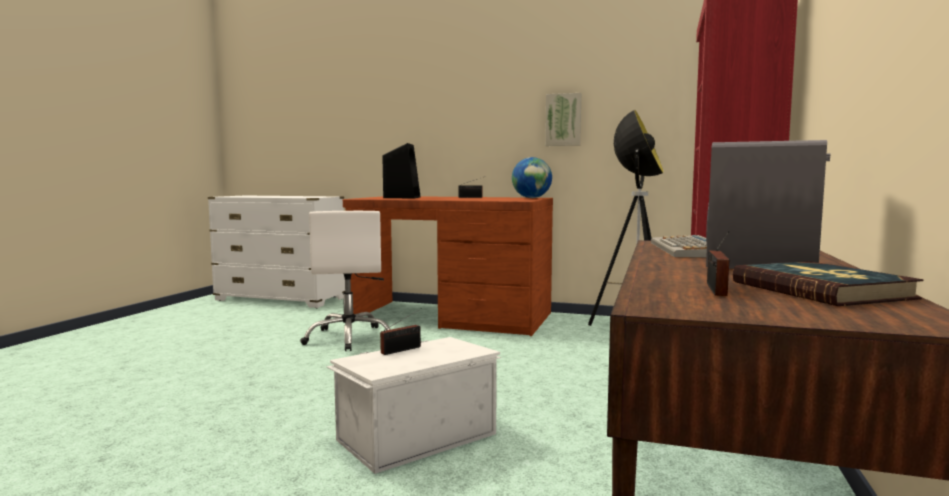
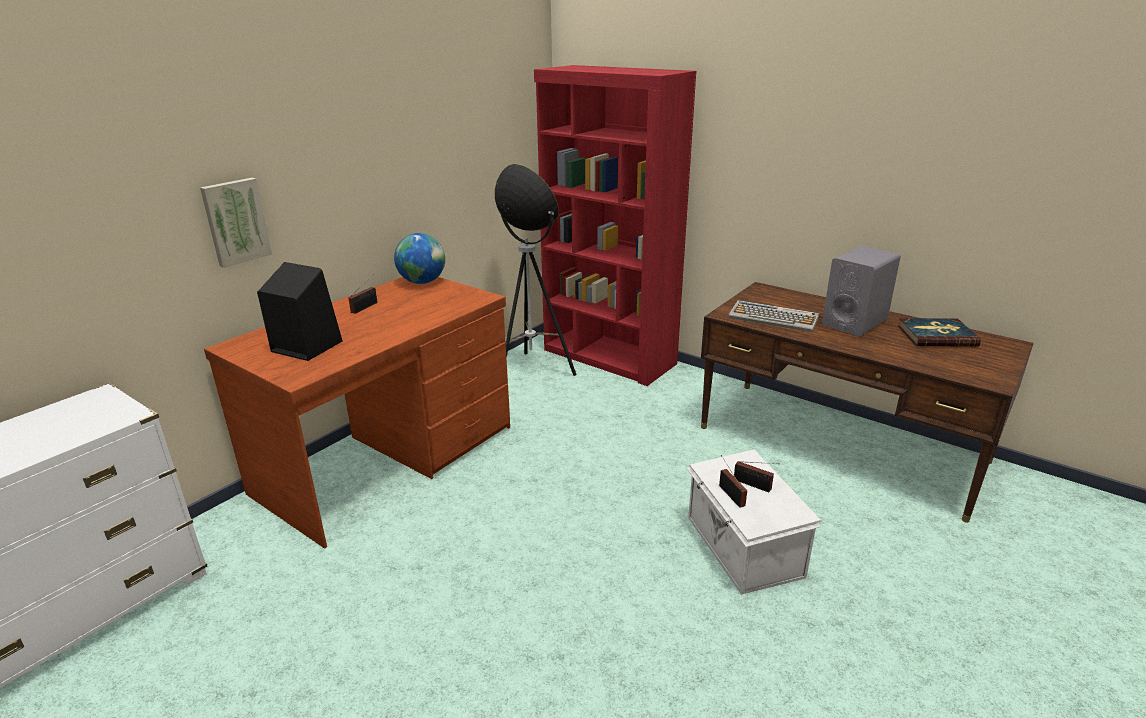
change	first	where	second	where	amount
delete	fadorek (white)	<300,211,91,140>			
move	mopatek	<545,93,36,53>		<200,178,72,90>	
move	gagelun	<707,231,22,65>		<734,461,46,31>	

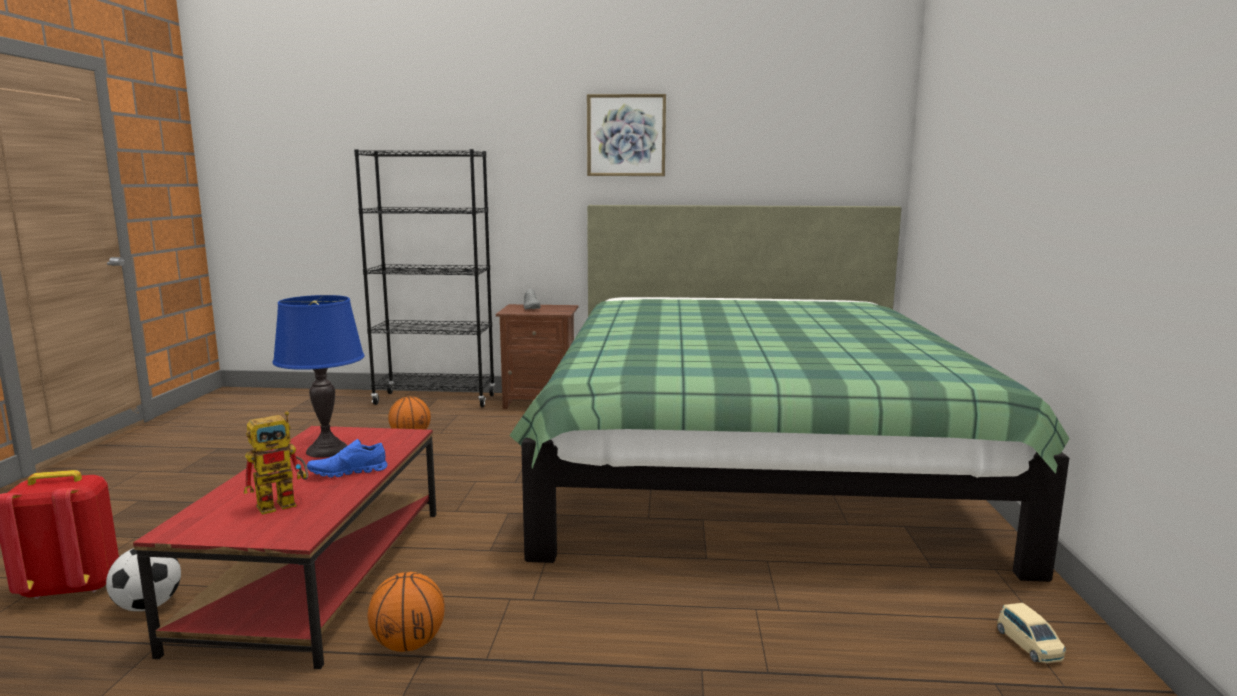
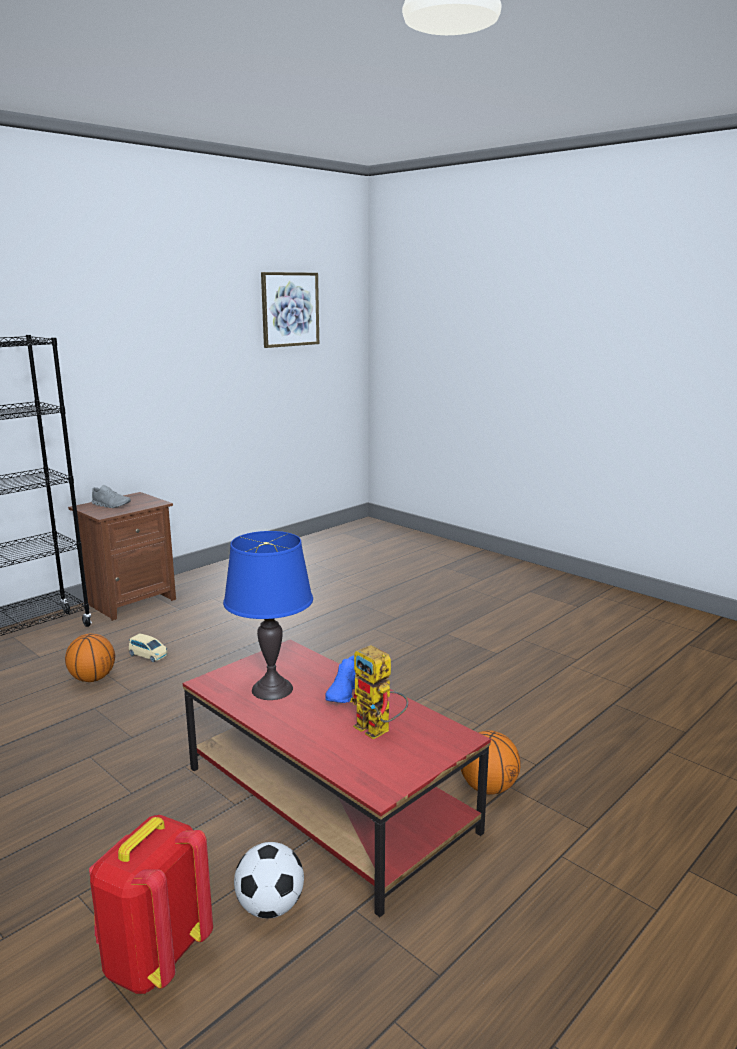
change	first	where	second	where	amount
rotate	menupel	<244,411,64,104>		<350,645,59,94>	135 degrees clockwise
delete	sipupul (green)	<509,205,561,377>			
move	mopatek	<587,94,79,82>		<261,272,58,76>	
move	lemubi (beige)	<997,603,69,60>		<129,633,39,29>	

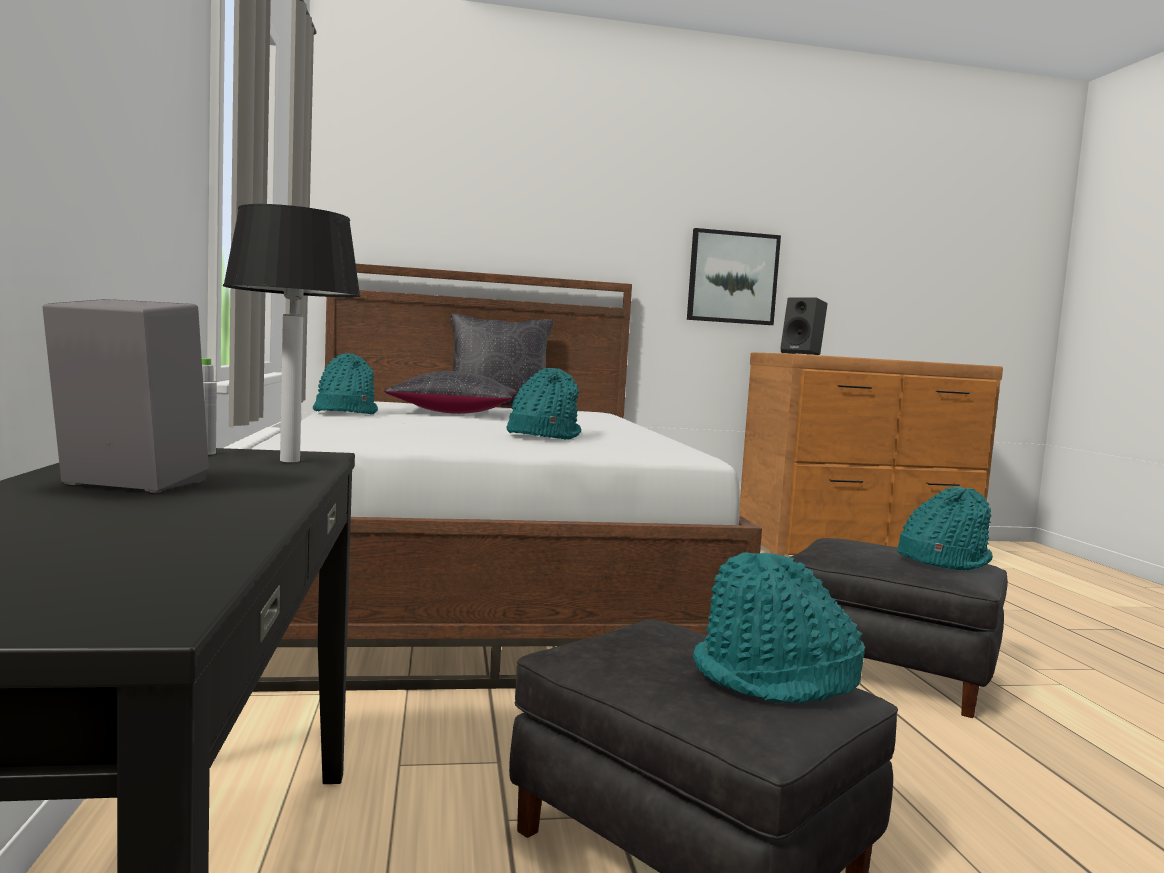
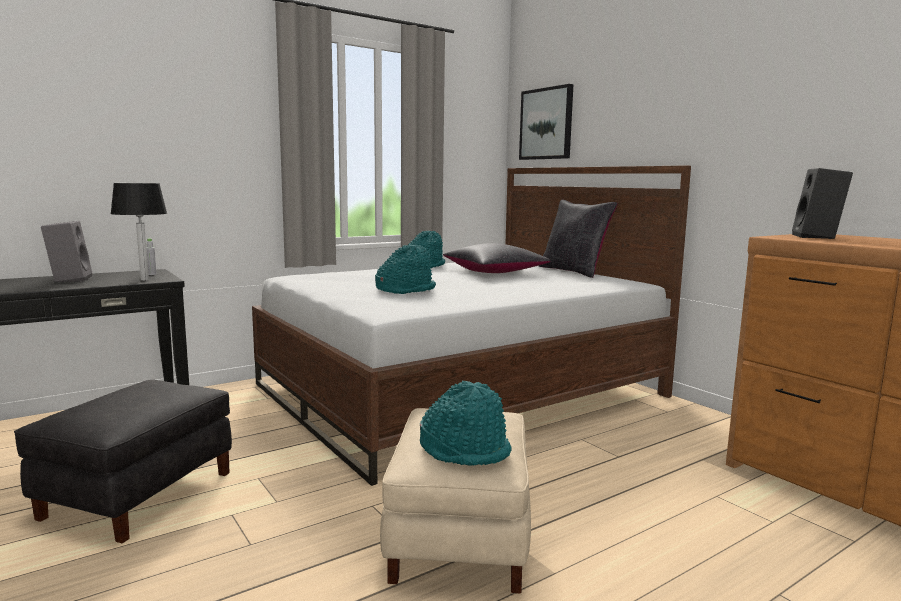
change	first	where	second	where	amount
move	mopatek	<687,228,94,97>		<519,84,55,76>	
delete	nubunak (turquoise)	<693,552,172,151>			
recolor	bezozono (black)	<789,538,219,180>	bezozono (beige)	<380,408,151,185>	

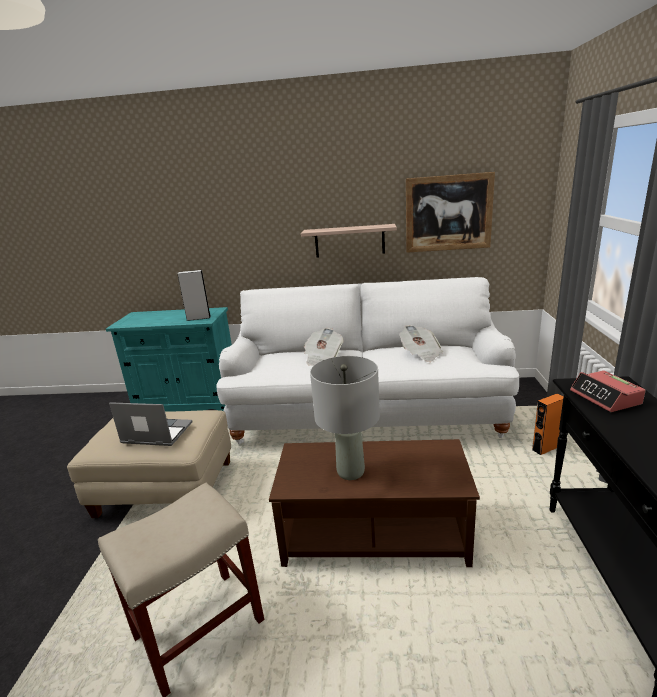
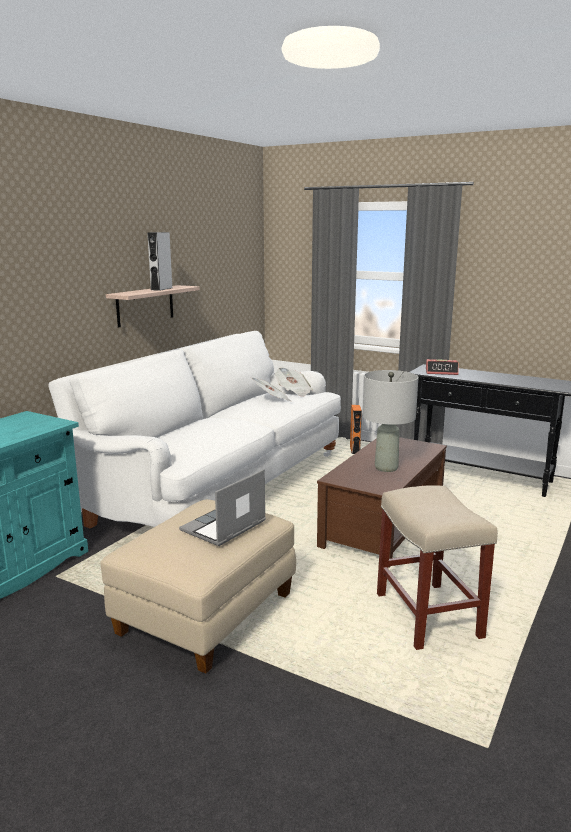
change	first	where	second	where	amount
move	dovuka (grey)	<178,270,33,51>		<147,232,25,59>	
move	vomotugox	<304,328,40,38>		<274,367,39,30>	
delete	mopatek	<406,172,89,81>			

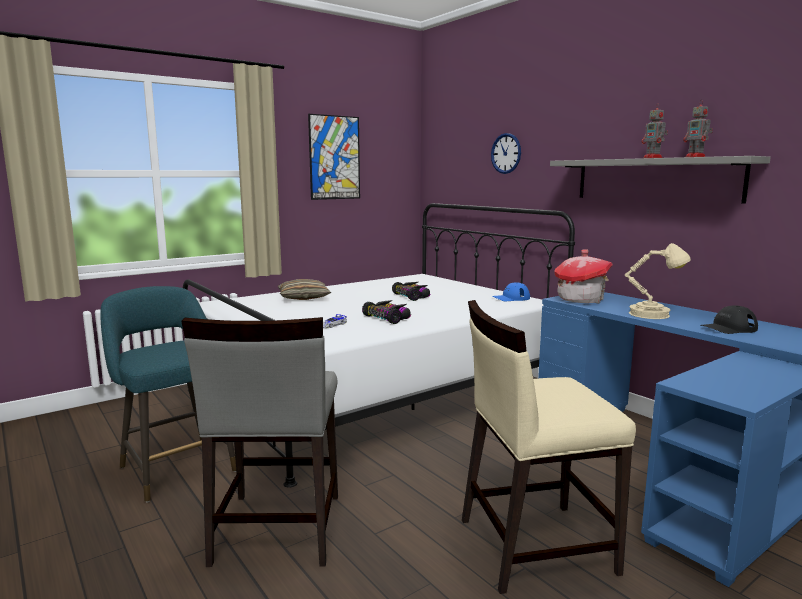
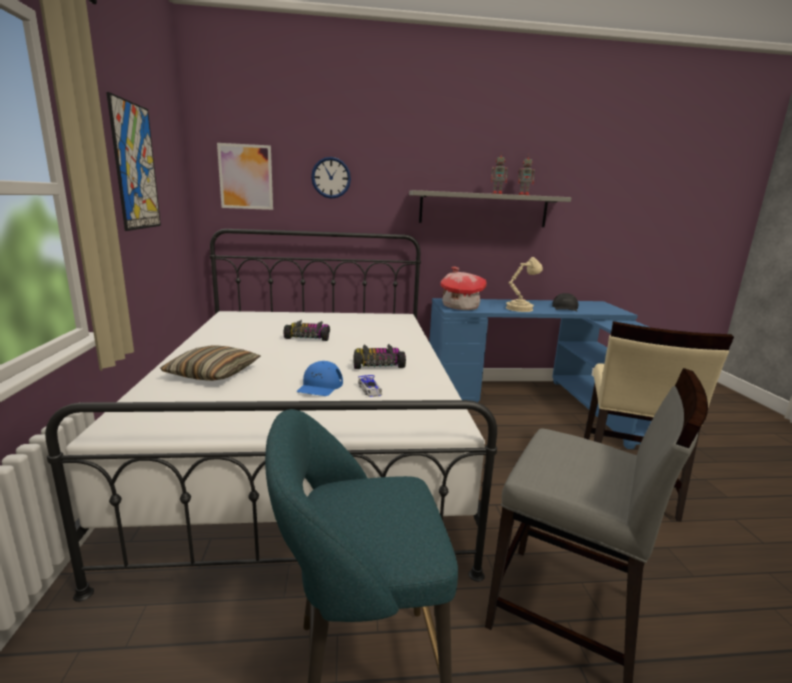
change	first	where	second	where	amount
move	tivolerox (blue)	<492,282,38,19>		<297,361,46,35>	
insert			mopatek	<217,143,56,67>	

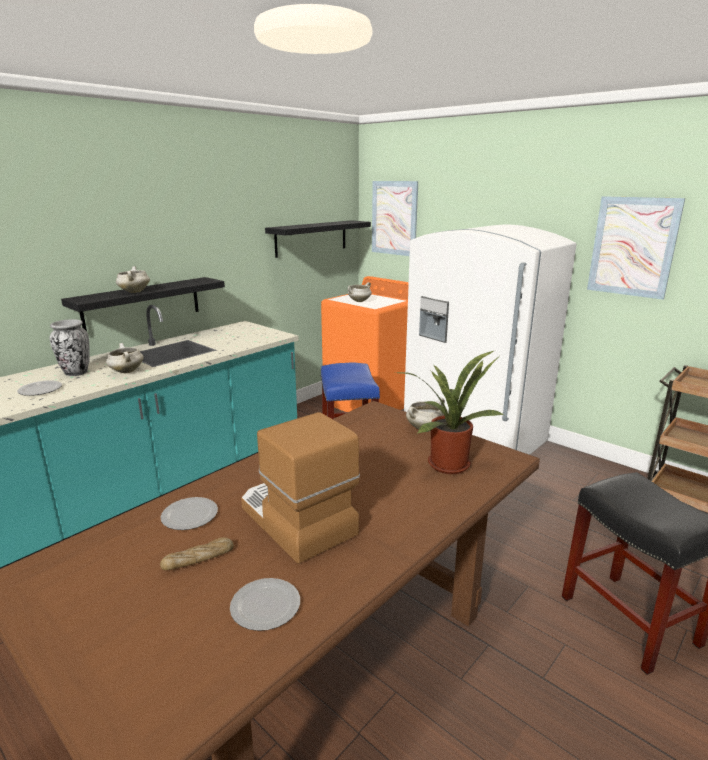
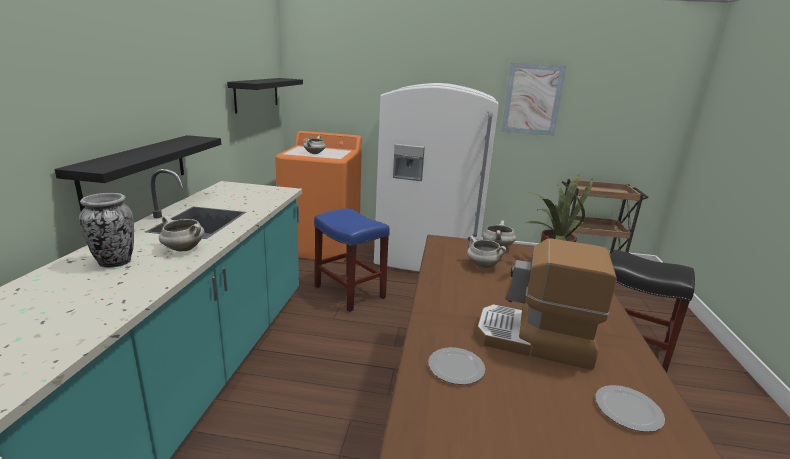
change	first	where	second	where	amount
delete	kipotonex	<17,380,45,16>			
move	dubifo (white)	<116,266,34,27>		<467,236,40,32>	
delete	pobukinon	<160,537,74,33>			
delete	mopatek	<372,181,46,75>			

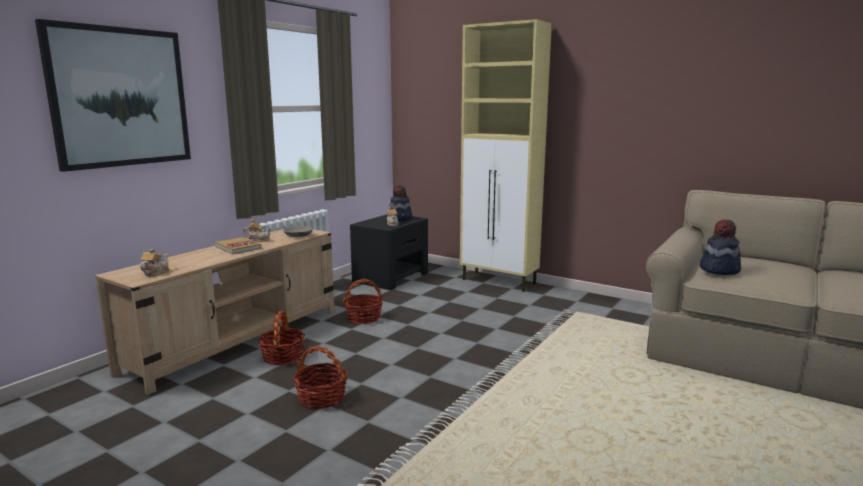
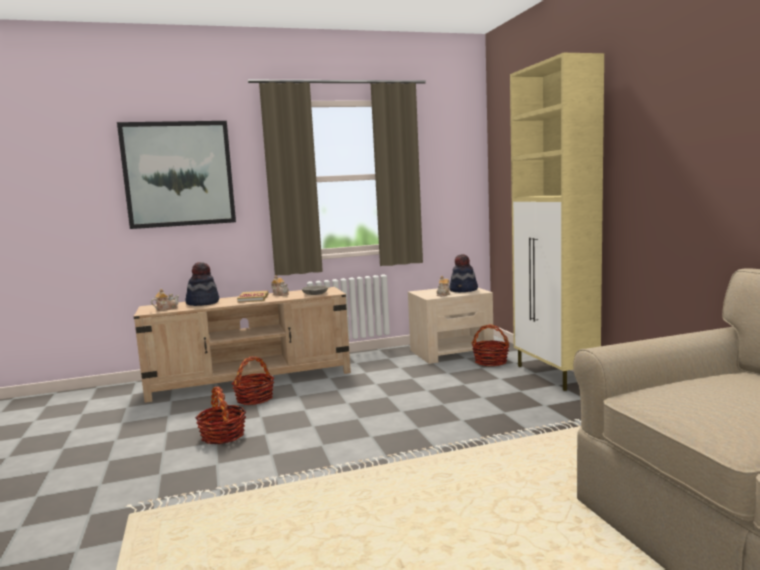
change	first	where	second	where	amount
move	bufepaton	<343,279,40,45>		<472,324,38,43>	
recolor	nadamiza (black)	<350,215,78,75>	nadamiza (beige)	<408,287,86,77>	
move	nubunak	<700,220,41,55>		<186,262,33,44>	

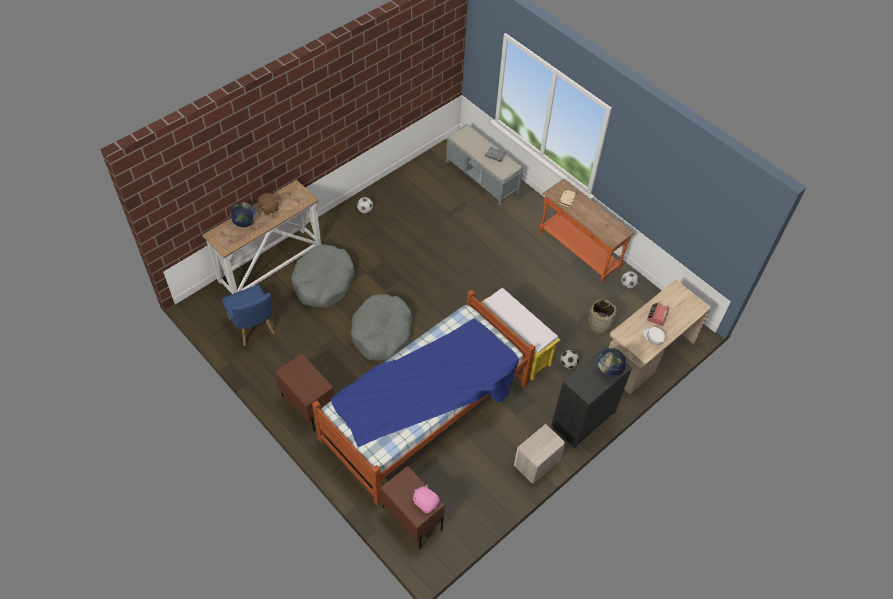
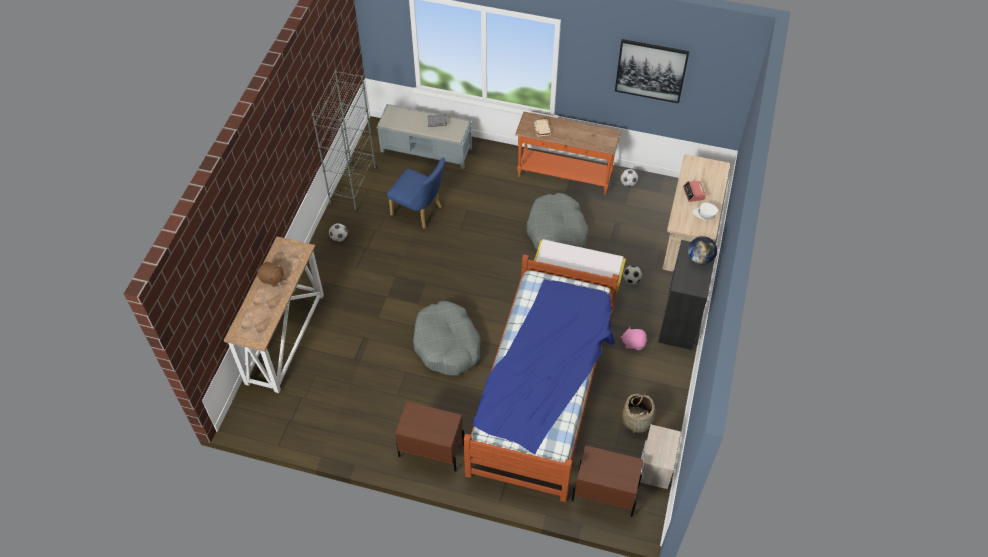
change	first	where	second	where	amount
move	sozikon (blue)	<222,285,53,61>		<387,158,58,71>	
delete	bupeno	<230,202,26,25>			
move	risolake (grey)	<291,244,64,64>		<527,193,62,57>	
move	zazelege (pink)	<413,484,27,29>		<621,326,26,24>	
move	nadamiza	<514,424,52,61>		<640,425,41,65>	
move	bufepaton	<588,299,29,35>		<622,394,33,40>	
insert			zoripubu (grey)	<312,70,65,141>	
insert			mopatek	<615,39,74,64>	

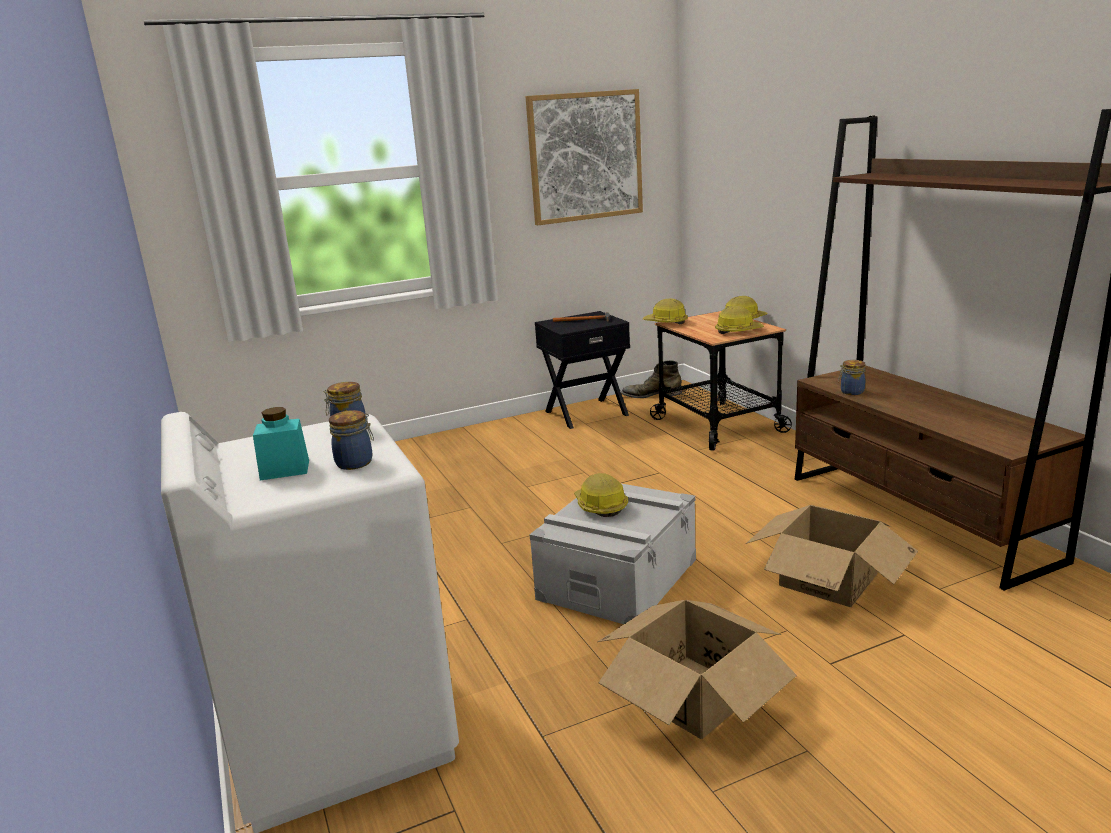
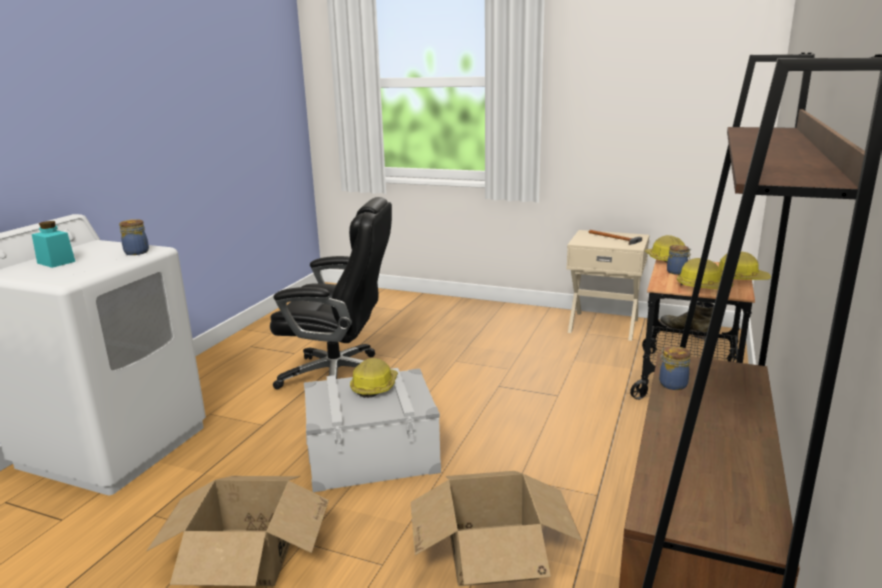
change	first	where	second	where	amount
move	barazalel	<329,410,45,60>		<667,245,24,30>	
delete	mopatek	<526,89,117,136>			
recolor	nadamiza (black)	<535,311,95,118>	nadamiza (beige)	<566,230,83,111>	
insert			fadorek (black)	<270,197,122,193>	

